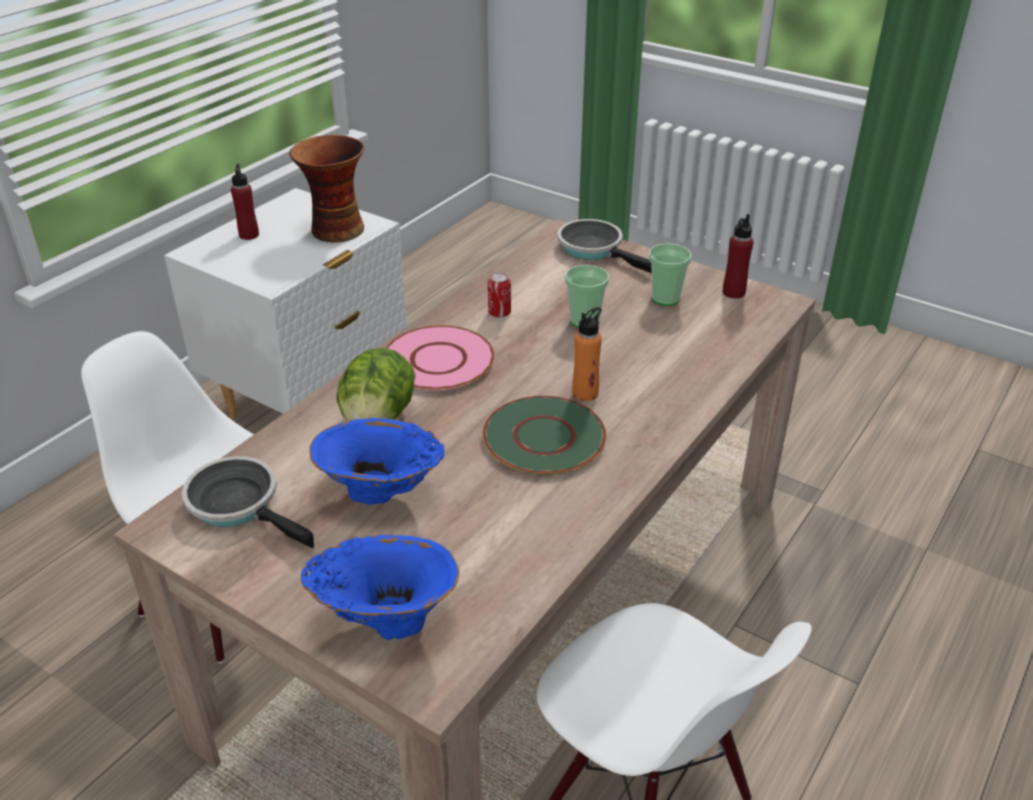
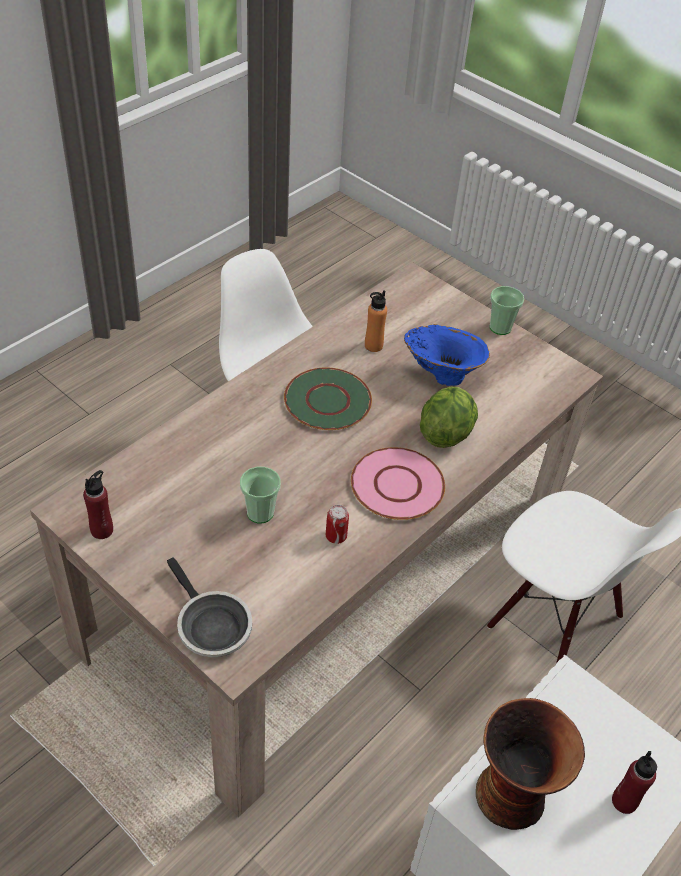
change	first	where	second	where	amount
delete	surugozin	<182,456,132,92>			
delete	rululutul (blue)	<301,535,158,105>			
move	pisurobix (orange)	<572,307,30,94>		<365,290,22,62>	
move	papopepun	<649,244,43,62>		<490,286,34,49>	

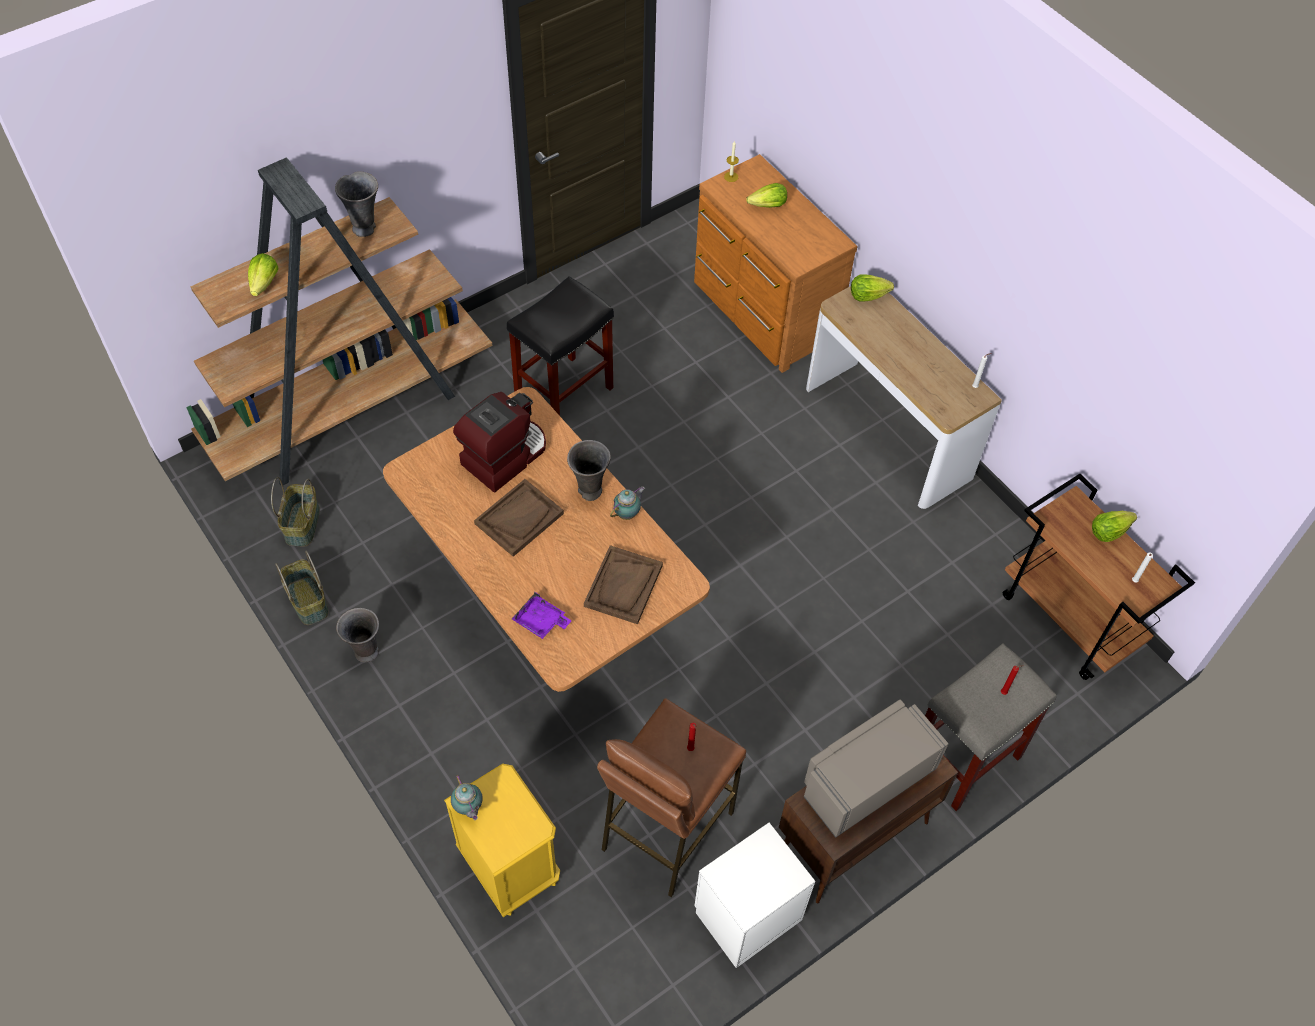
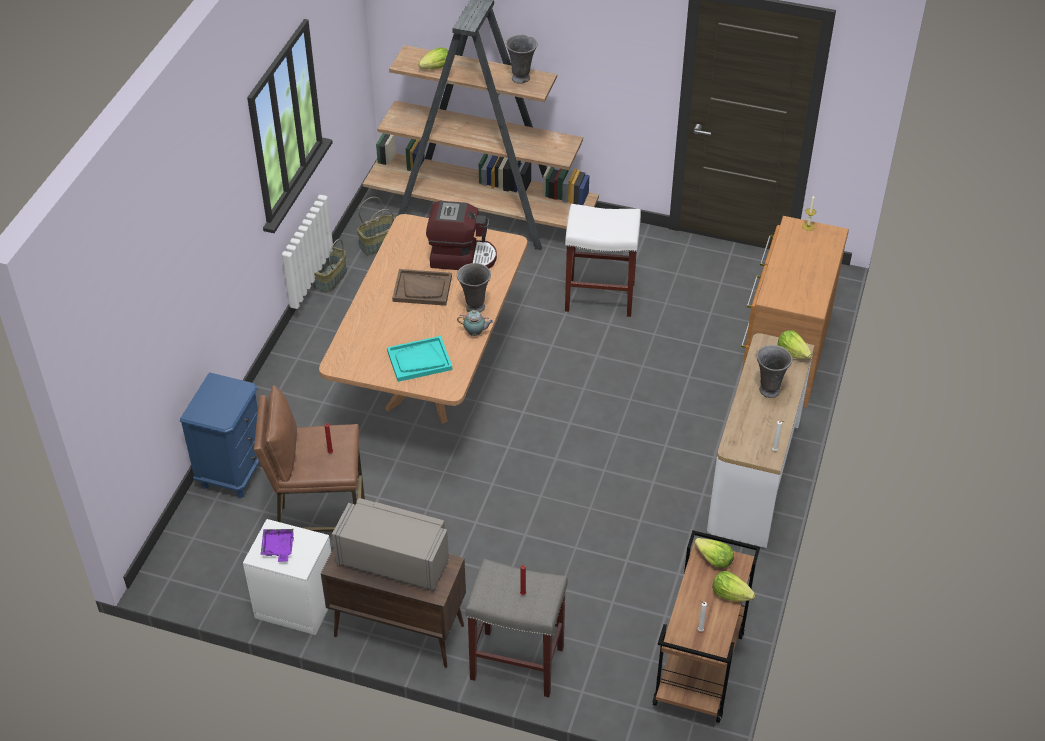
change	first	where	second	where	amount
move	rululutul (grey)	<336,608,43,54>		<757,345,35,53>	
recolor	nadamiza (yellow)	<444,764,116,153>	nadamiza (blue)	<180,373,79,125>	
delete	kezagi	<451,775,32,45>			
recolor	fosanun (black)	<507,276,107,140>	fosanun (white)	<565,204,76,113>	
move	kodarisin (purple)	<512,592,60,47>		<261,527,33,35>	
recolor	kodarisin (brown)	<584,545,79,79>	kodarisin (turquoise)	<387,336,65,46>	
move	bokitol	<746,183,41,25>		<694,538,40,30>	

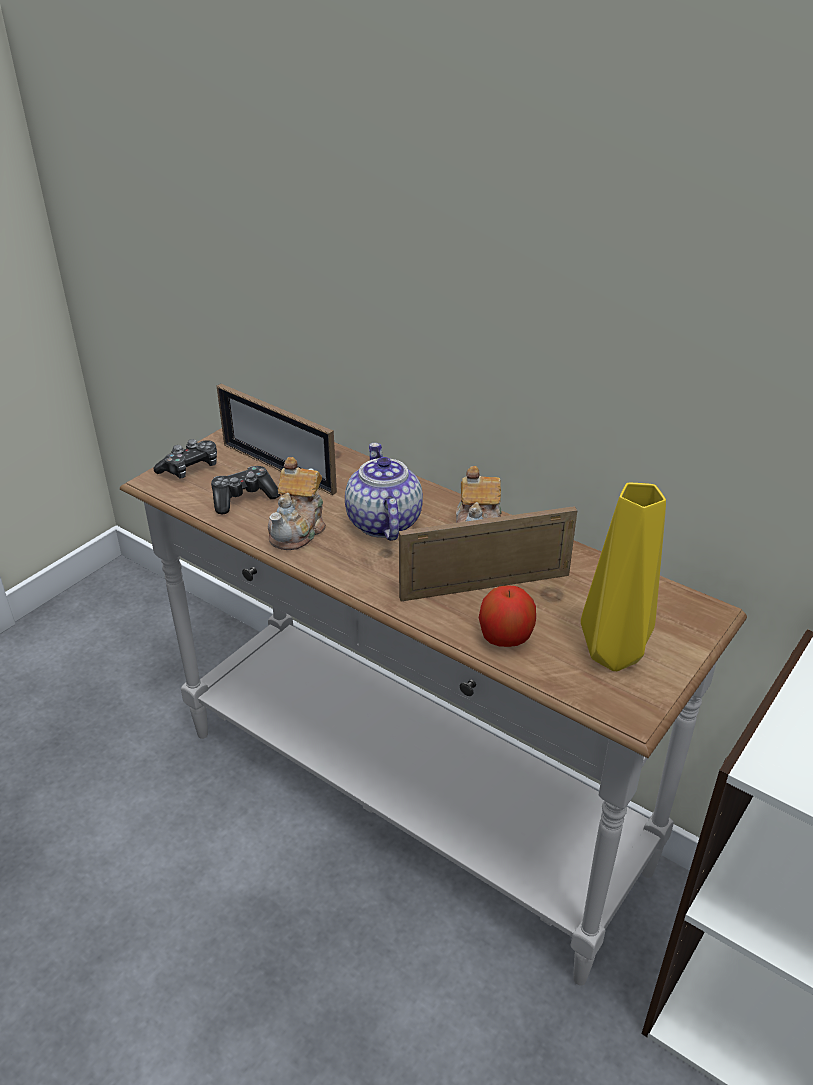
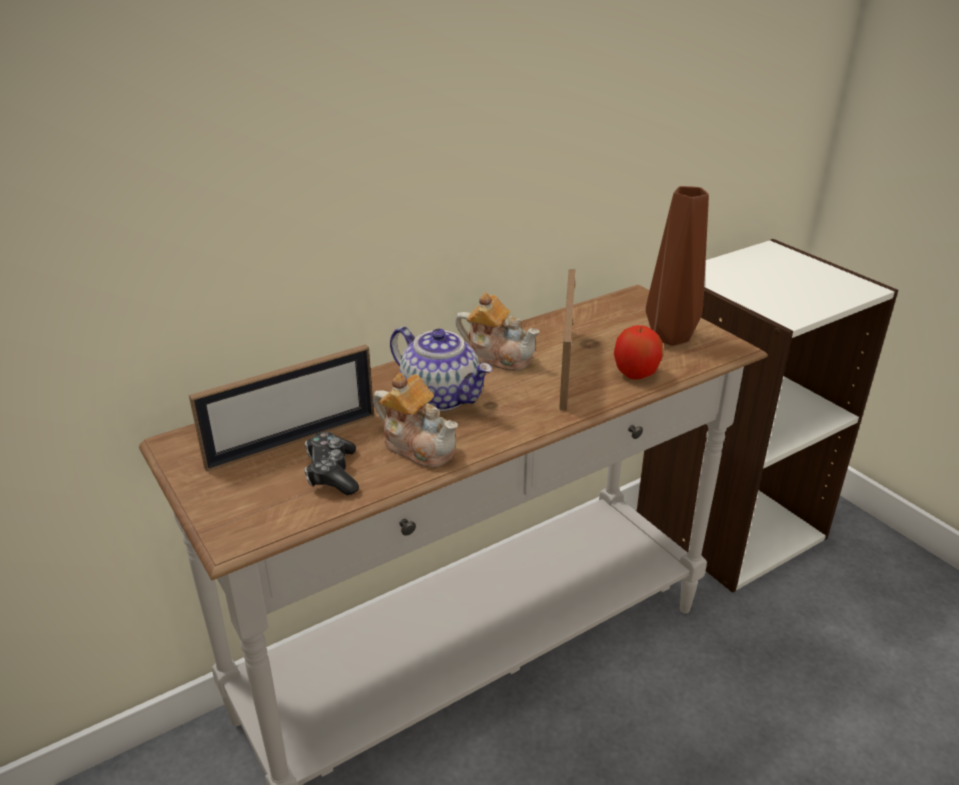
change	first	where	second	where	amount
delete	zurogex	<153,439,64,40>			
rotate	kezagi	<345,443,78,98>		<390,327,102,84>	150 degrees counterclockwise
recolor	rululutul (yellow)	<581,483,85,188>	rululutul (brown)	<646,186,63,160>	

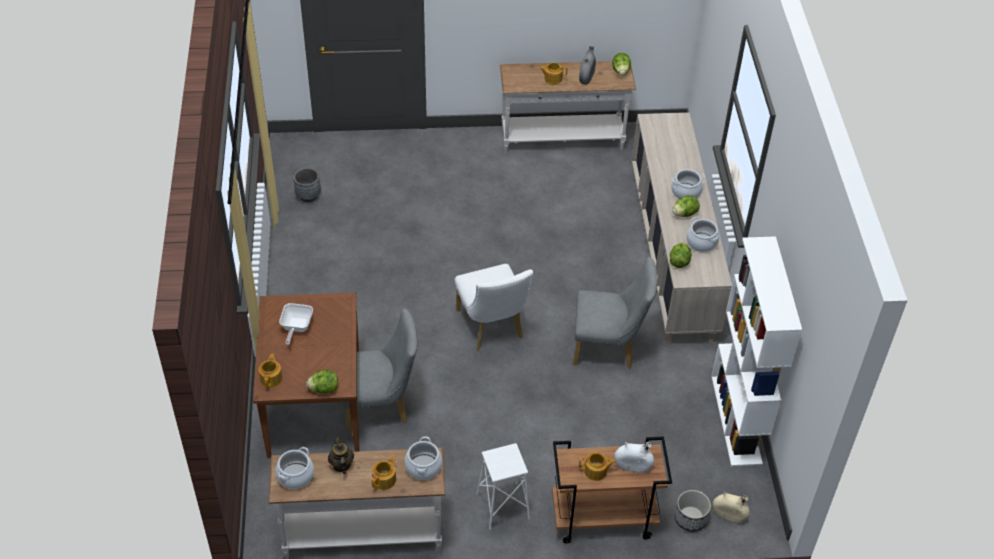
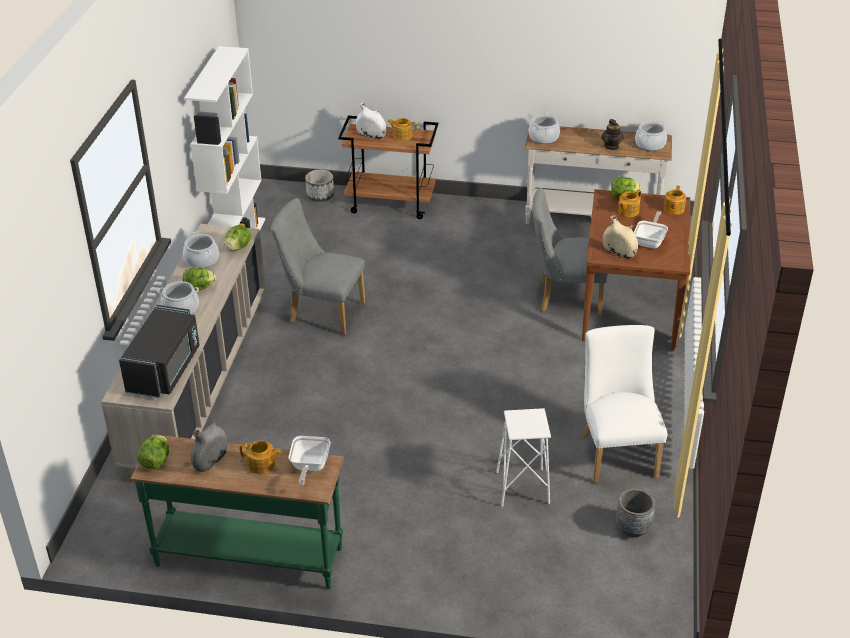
change	first	where	second	where	amount
move	kezagi	<372,455,24,35>		<618,190,23,27>	
move	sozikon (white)	<455,264,78,86>		<582,325,85,158>	
move	fosanun (white)	<476,443,54,87>		<496,408,55,99>	
recolor	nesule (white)	<500,61,136,93>	nesule (green)	<130,434,214,155>	
move	rululutul (beige)	<712,492,38,32>		<603,215,35,44>	
insert			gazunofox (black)	<119,305,81,93>	
insert			surugozin	<289,436,41,50>	

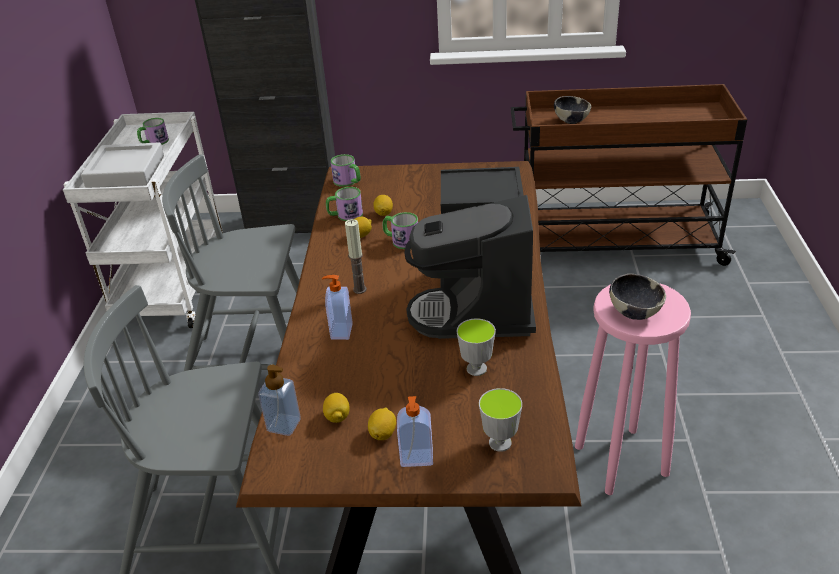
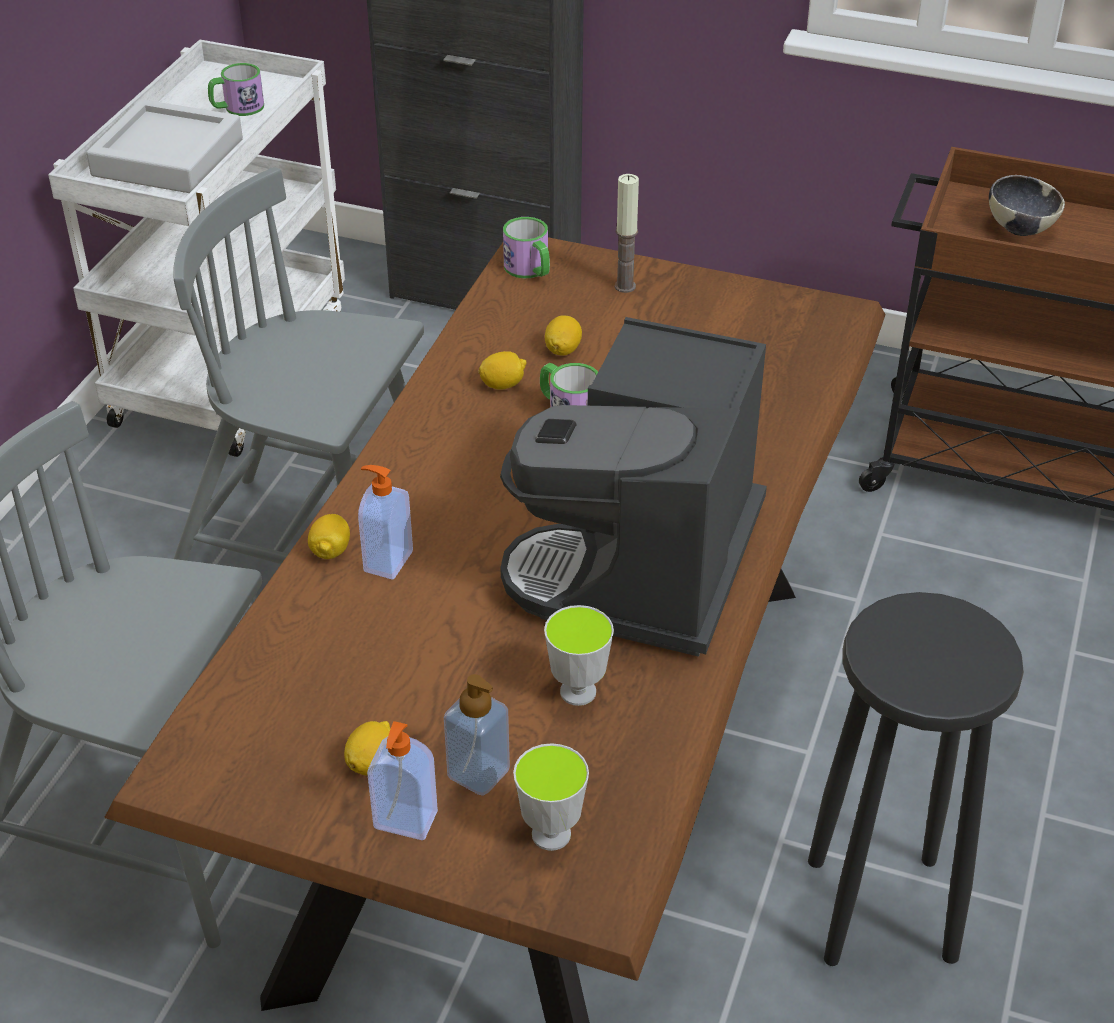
change	first	where	second	where	amount
move	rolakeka	<258,365,43,71>		<444,674,66,122>	
move	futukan	<323,393,26,30>		<308,514,42,45>	
delete	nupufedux	<326,187,37,34>			
move	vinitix	<345,219,22,75>		<614,174,25,119>	
recolor	fosanun (pink)	<575,283,116,212>	fosanun (black)	<808,592,216,374>	
delete	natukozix	<609,274,57,46>			

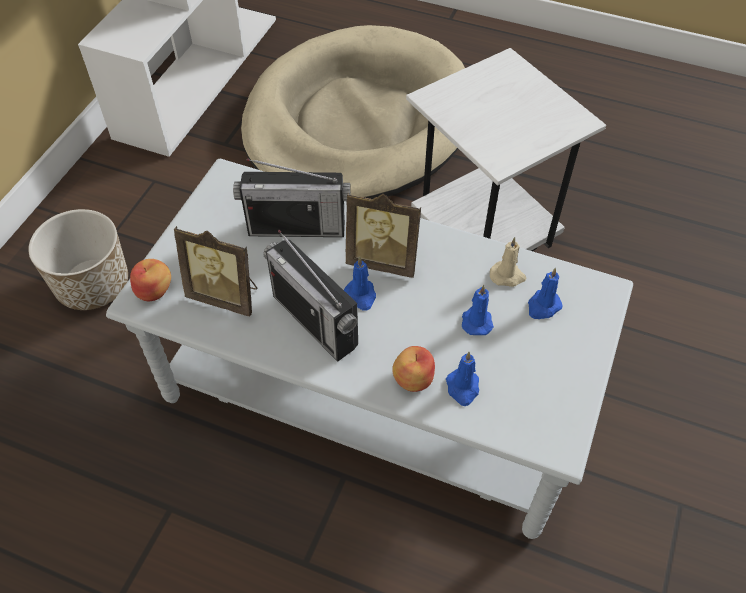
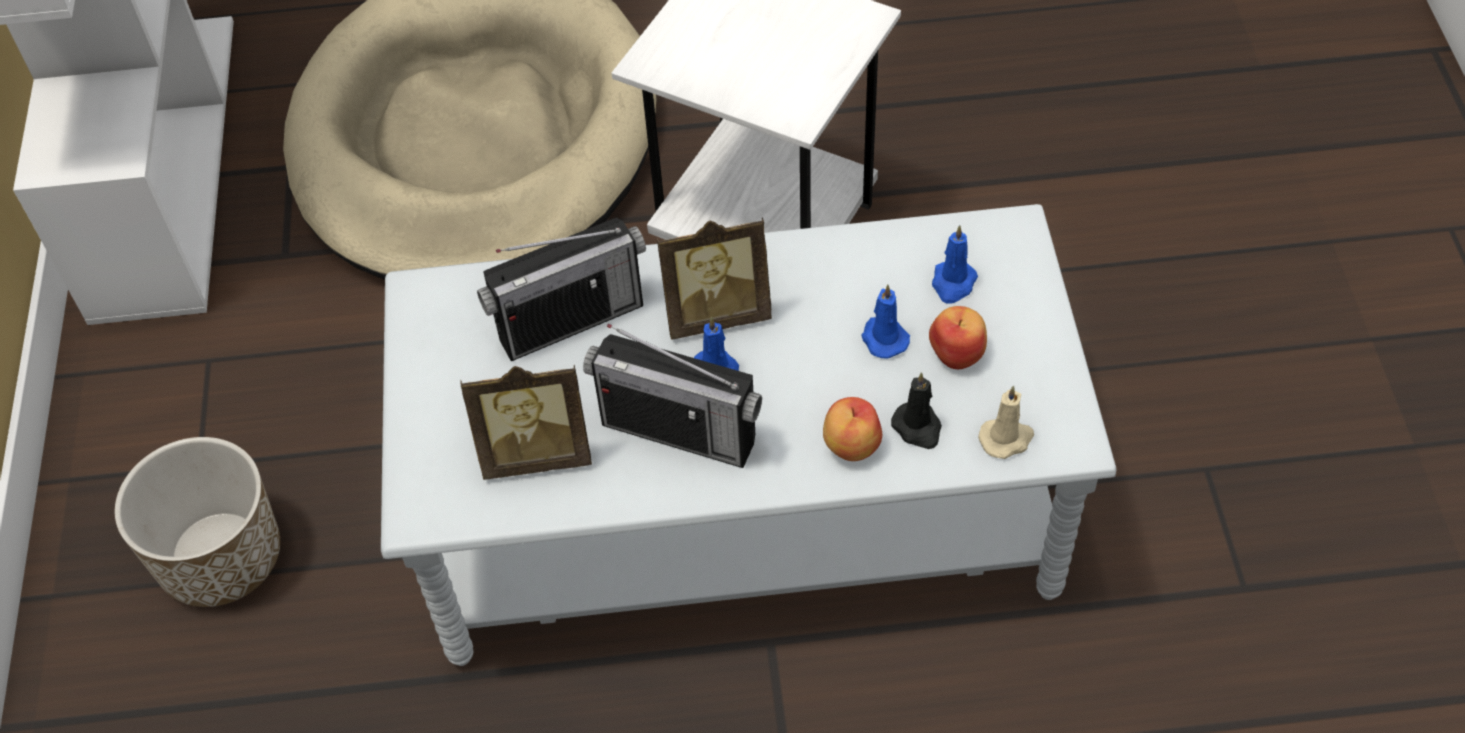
change	first	where	second	where	amount
move	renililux	<130,259,41,42>		<929,306,58,63>	
recolor	vinitix (blue)	<446,352,33,54>	vinitix (black)	<891,372,51,77>	
move	vinitix (beige)	<490,237,37,50>		<978,386,56,73>	

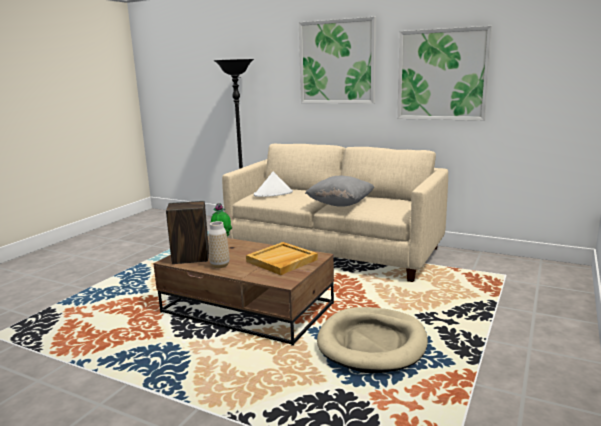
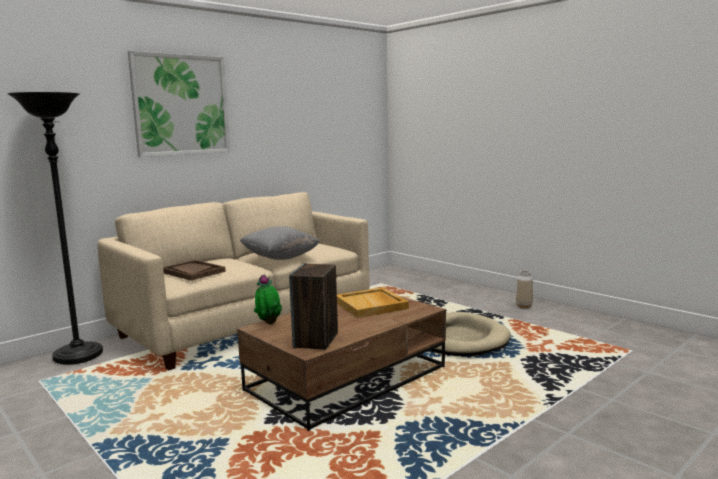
change	first	where	second	where	amount
move	rululutul	<208,221,21,47>		<516,270,17,39>	
replace	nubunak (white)	<254,172,39,25>	kodarisin (brown)	<163,260,63,21>	
delete	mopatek	<397,26,95,95>			

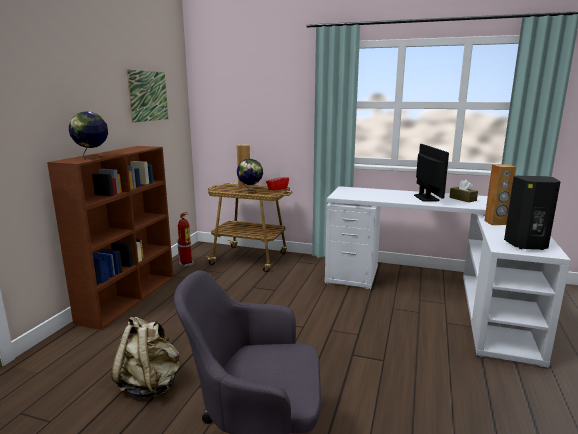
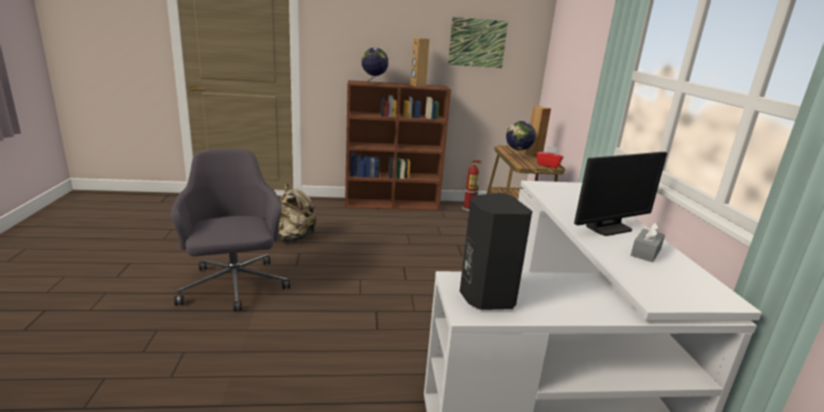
change	first	where	second	where	amount
recolor	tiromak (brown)	<449,180,29,22>	tiromak (grey)	<631,222,34,40>	
move	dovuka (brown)	<484,164,32,61>		<410,38,19,48>	

